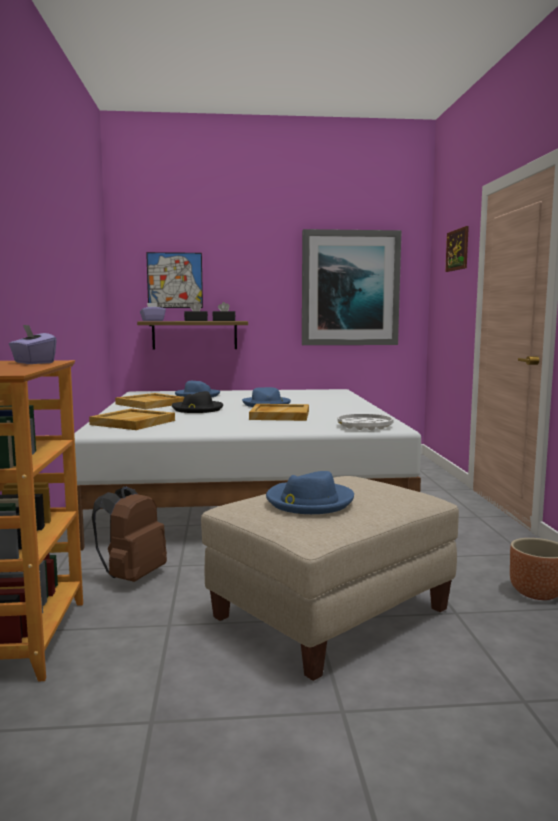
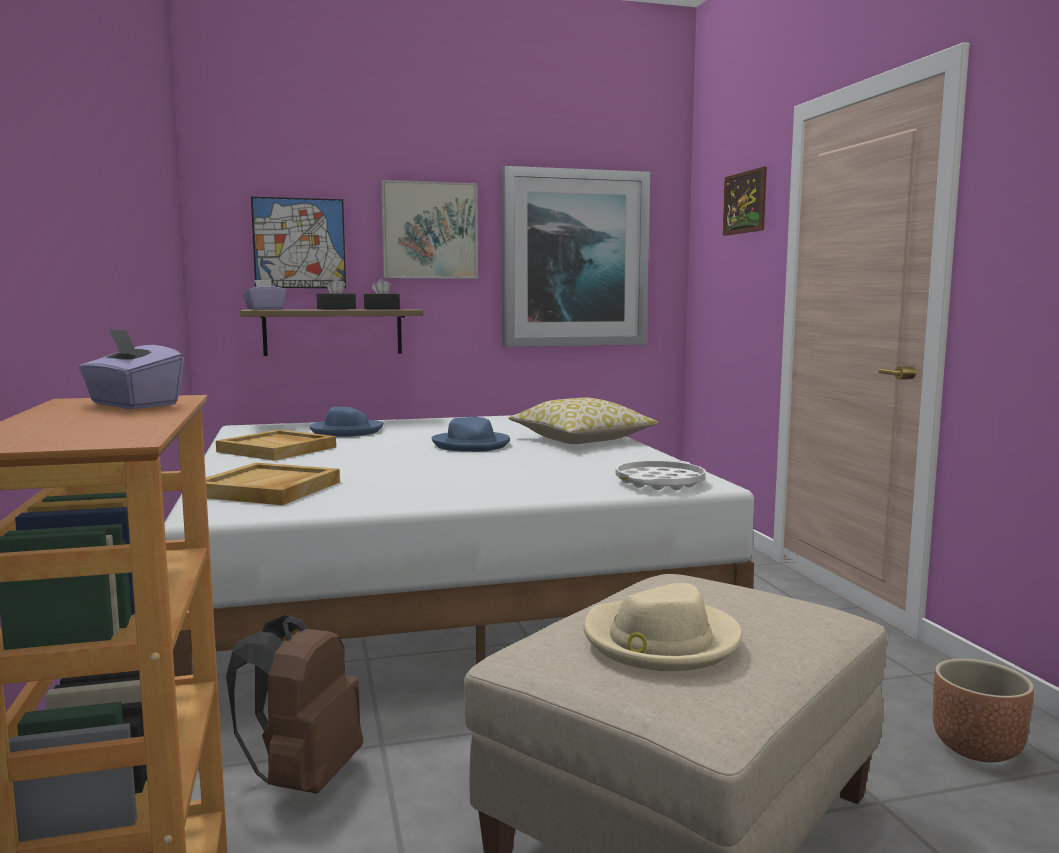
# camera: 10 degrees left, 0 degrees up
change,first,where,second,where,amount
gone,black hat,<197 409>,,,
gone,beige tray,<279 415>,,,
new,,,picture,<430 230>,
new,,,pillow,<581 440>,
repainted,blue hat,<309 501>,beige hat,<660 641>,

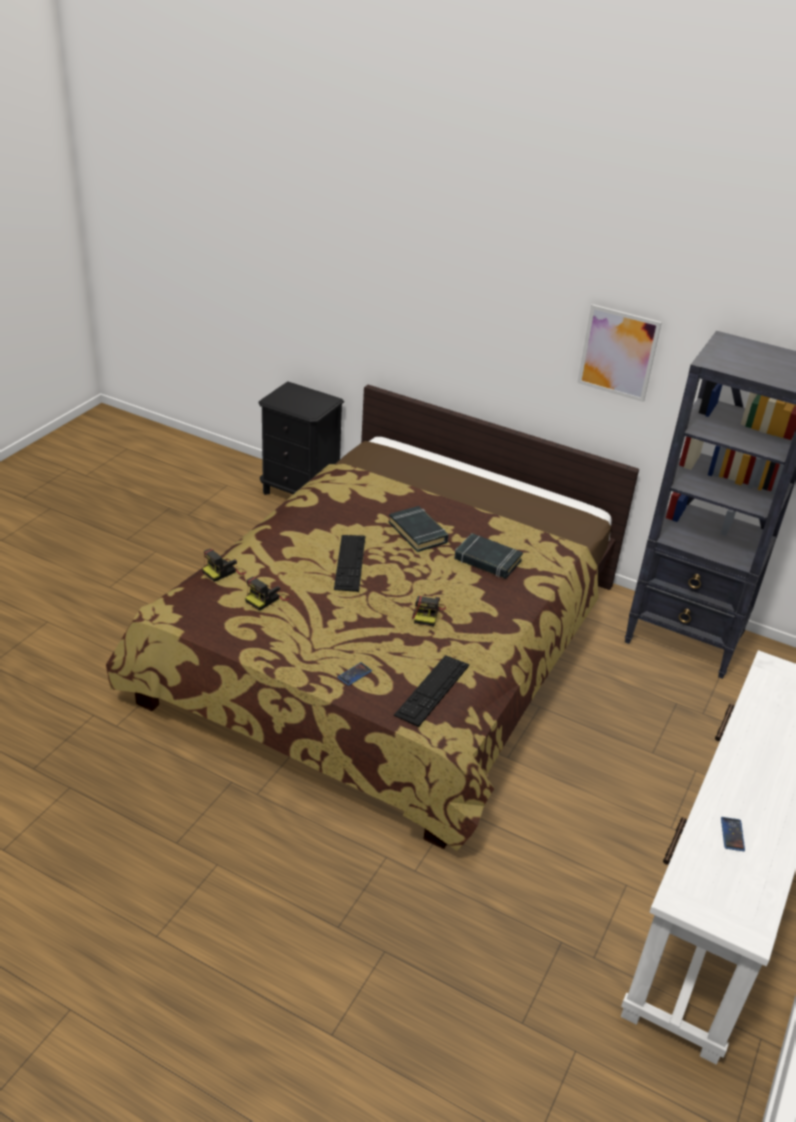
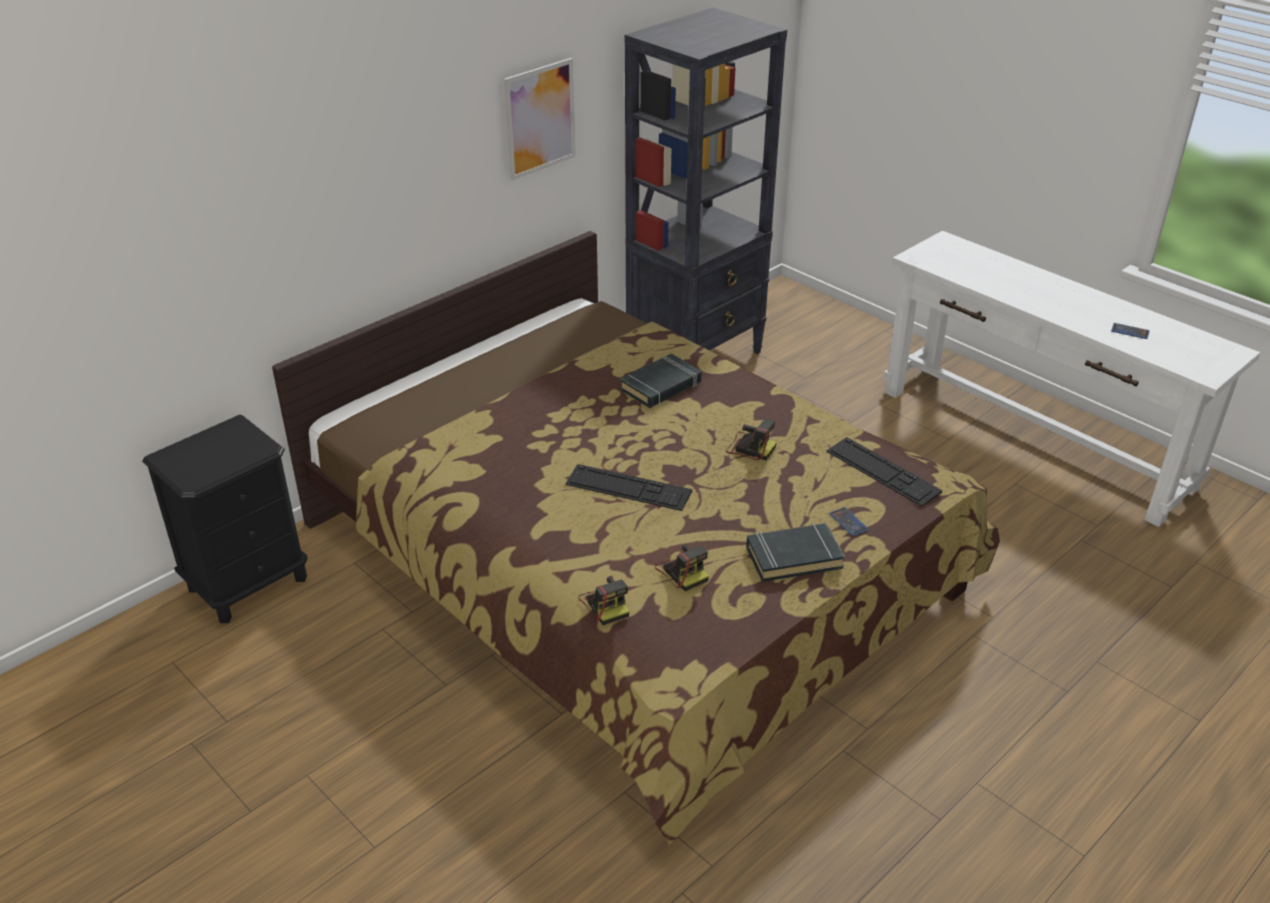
# camera: 70 degrees left, 0 degrees up
change,first,where,second,where,amount
shifted,black book,<418 532>,,<793 557>,

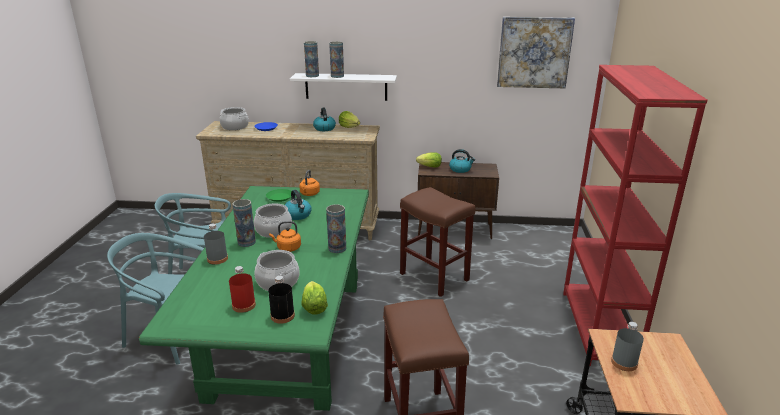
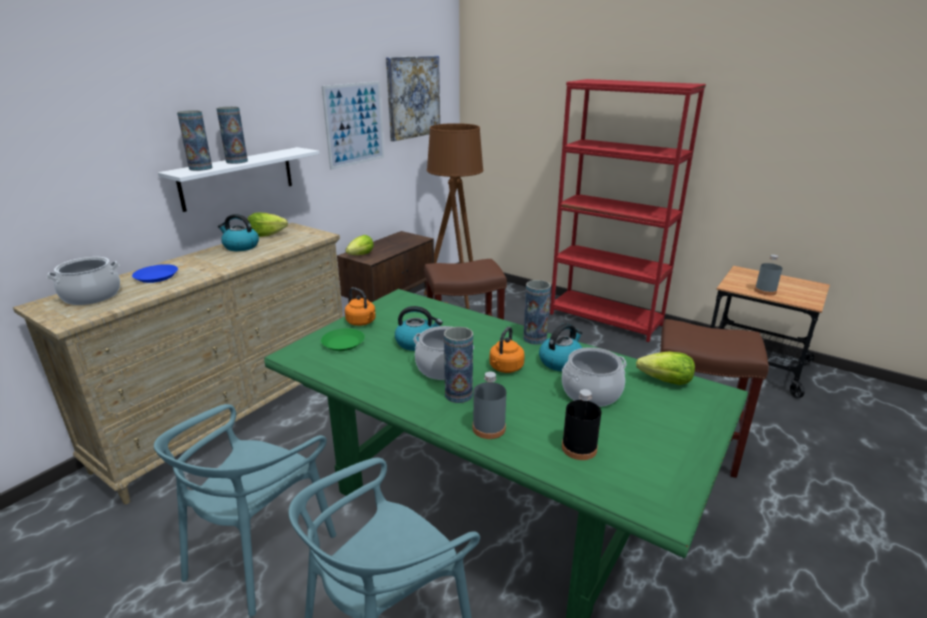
# camera: 60 degrees left, 0 degrees up
change,first,where,second,where,amount
gone,red bottle,<244 305>,,,
new,,,picture,<354 124>,
new,,,brown floor lamp,<455 296>,
shifted,black bottle,<282 316>,,<579 448>,
shifted,kettle,<460 169>,,<561 361>,

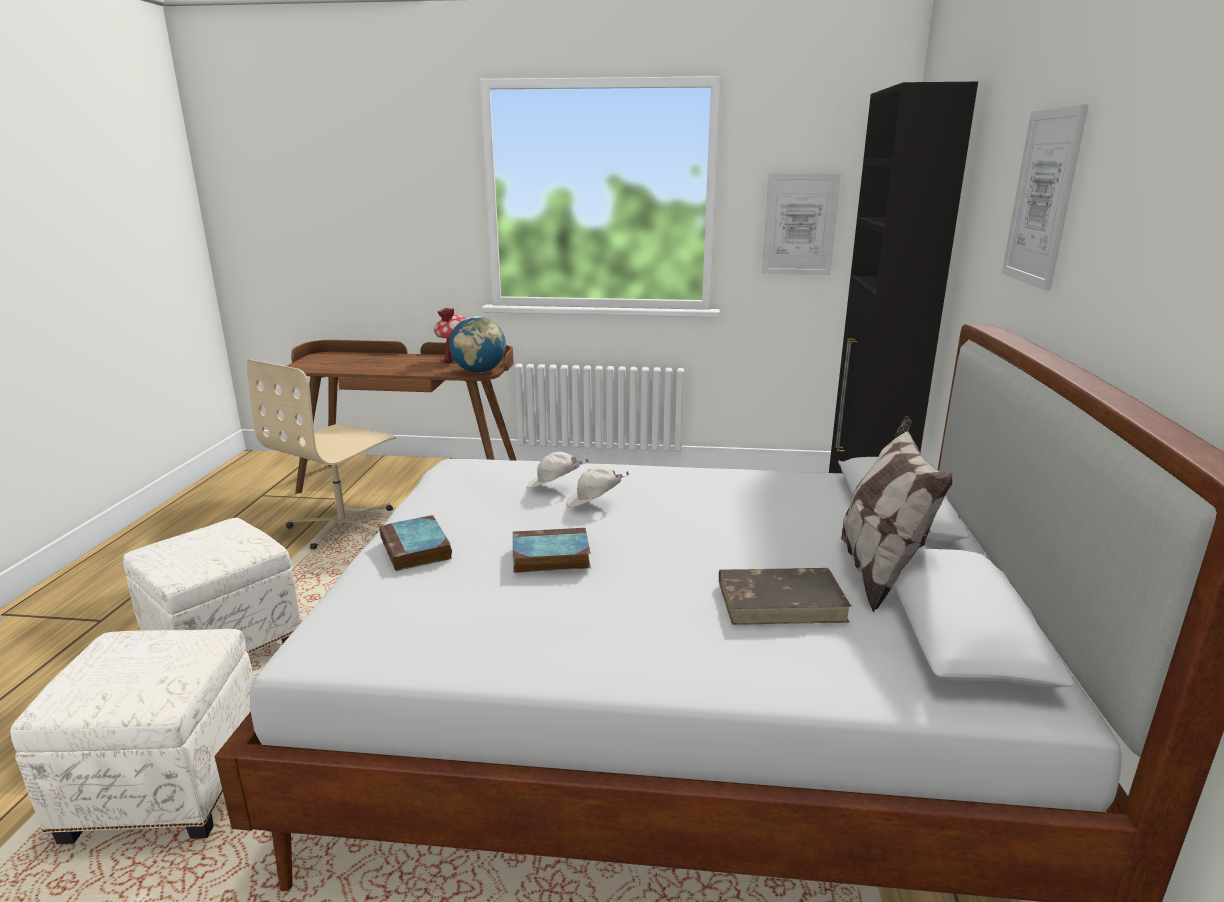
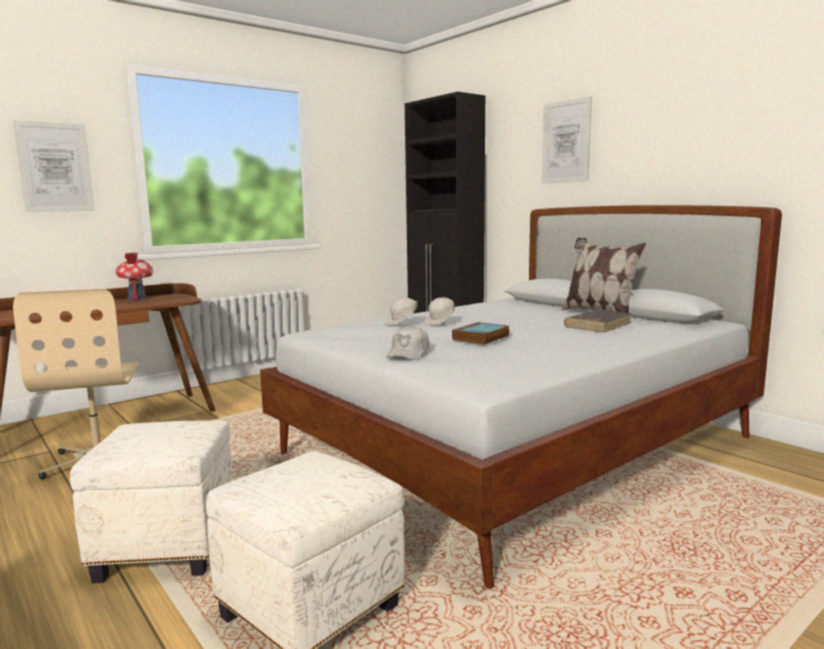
# camera: 45 degrees left, 10 degrees down
change,first,where,second,where,amount
gone,globe,<479 371>,,,
shifted,picture,<800 225>,,<55 167>,
swapped,book,<416 549>,white cap,<408 353>,

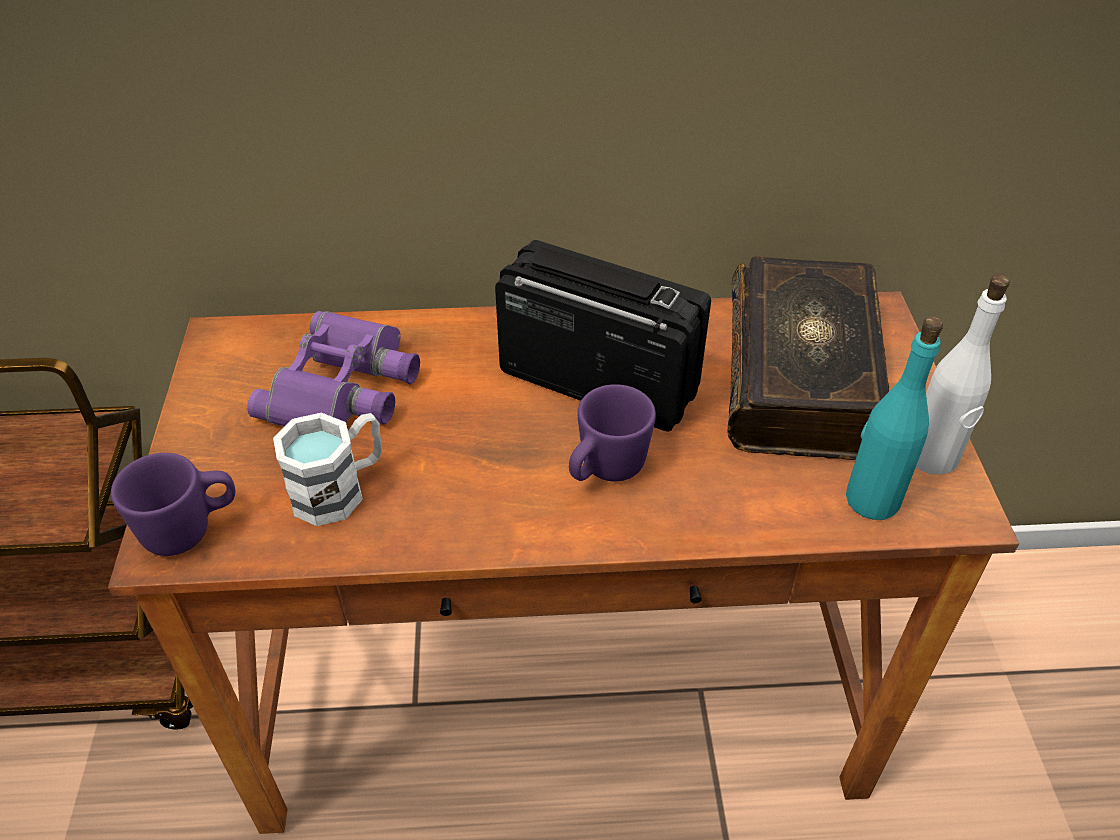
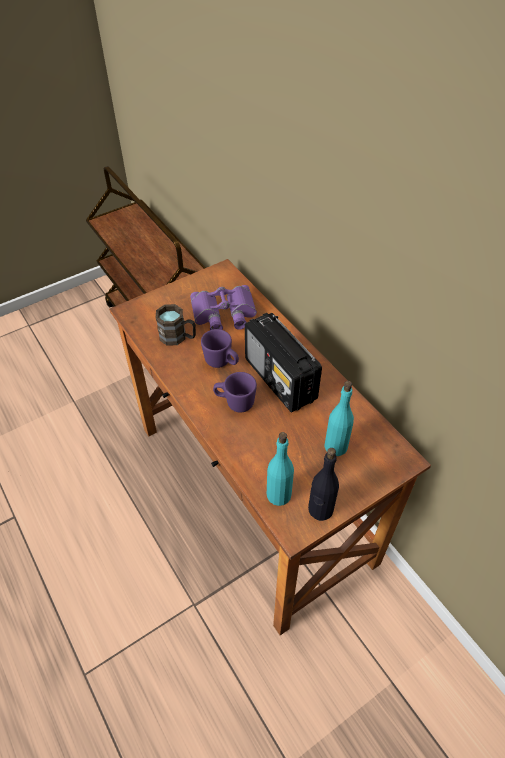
# camera: 60 degrees right, 5 degrees up
change,first,where,second,where,amount
shifted,purple mug,<190 529>,,<221 362>,
swapped,book,<802 377>,turquoise bottle,<335 446>,
repainted,white mug,<340 488>,brown mug,<178 337>,
repainted,white bottle,<932 457>,black bottle,<320 509>,
rotated,radio,<596 381>,,<280 380>,150 degrees clockwise

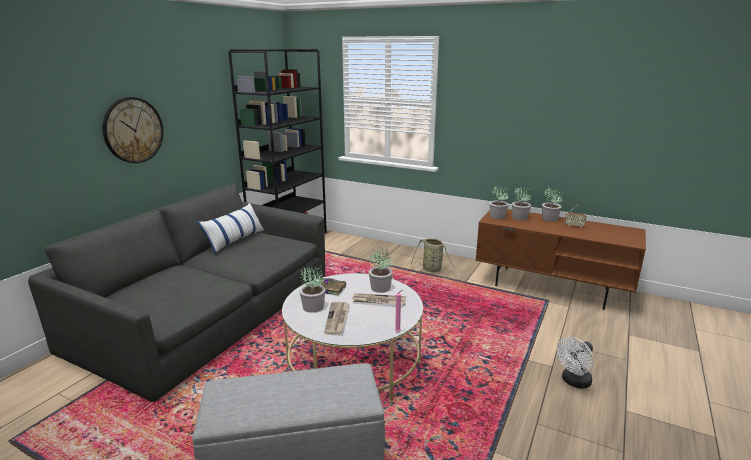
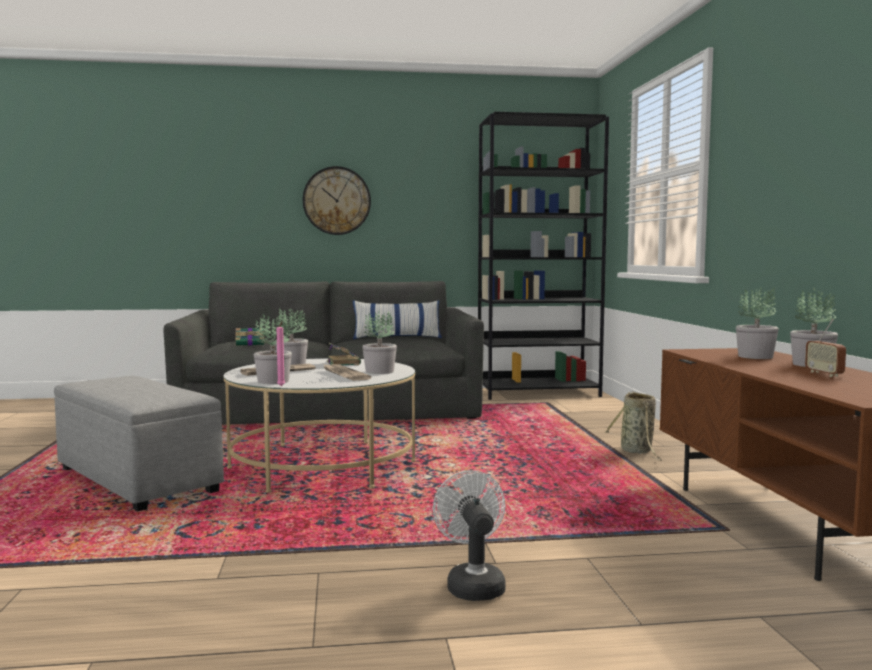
# camera: 55 degrees right, 15 degrees down
change,first,where,second,where,amount
new,,,book,<251 344>,
shifted,potted plant,<497 216>,,<272 381>,
rotated,white fan,<573 382>,,<472 584>,60 degrees clockwise

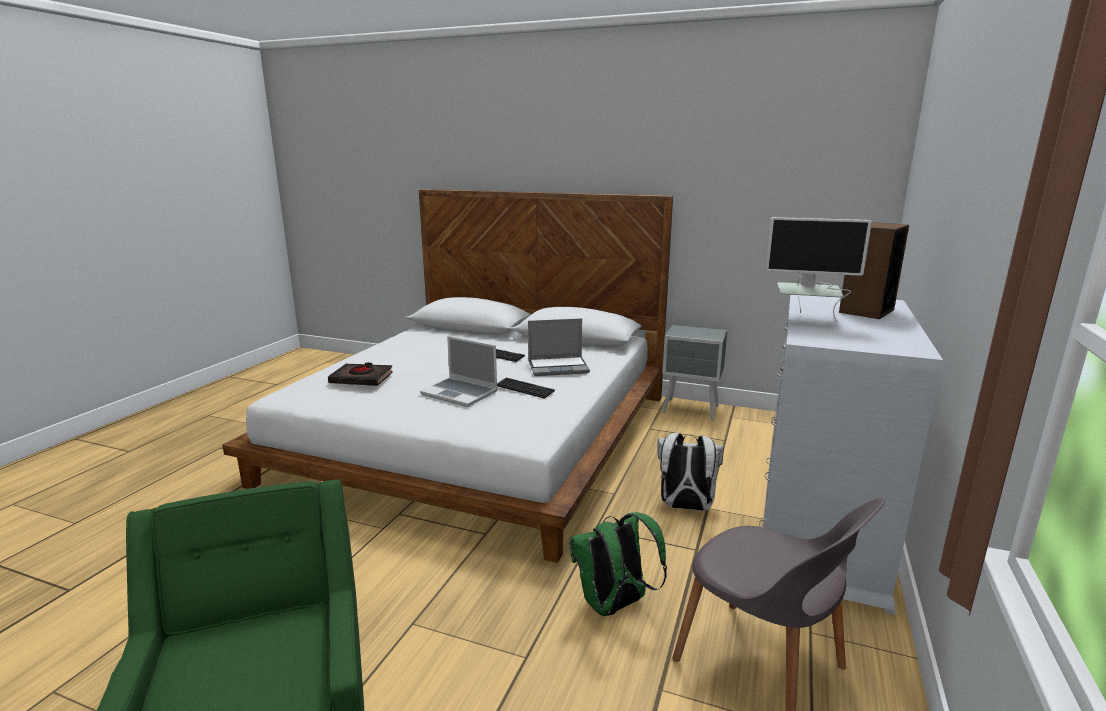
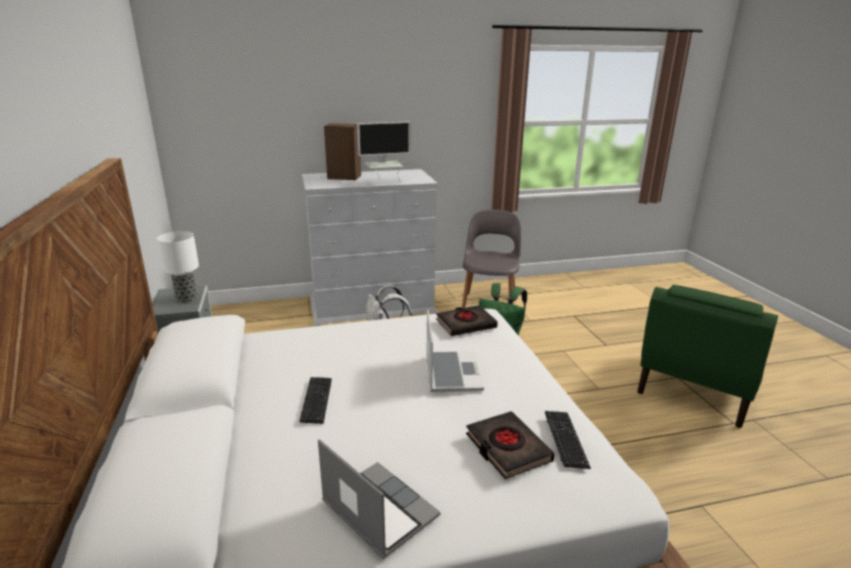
# camera: 125 degrees left, 5 degrees up
change,first,where,second,where,amount
new,,,table lamp,<187 299>,
new,,,black book,<466 324>,
shifted,keyboard,<524 389>,,<565 440>,
shifted,laptop,<559 367>,,<377 510>,
rotated,monitor,<806 320>,,<384 183>,90 degrees clockwise

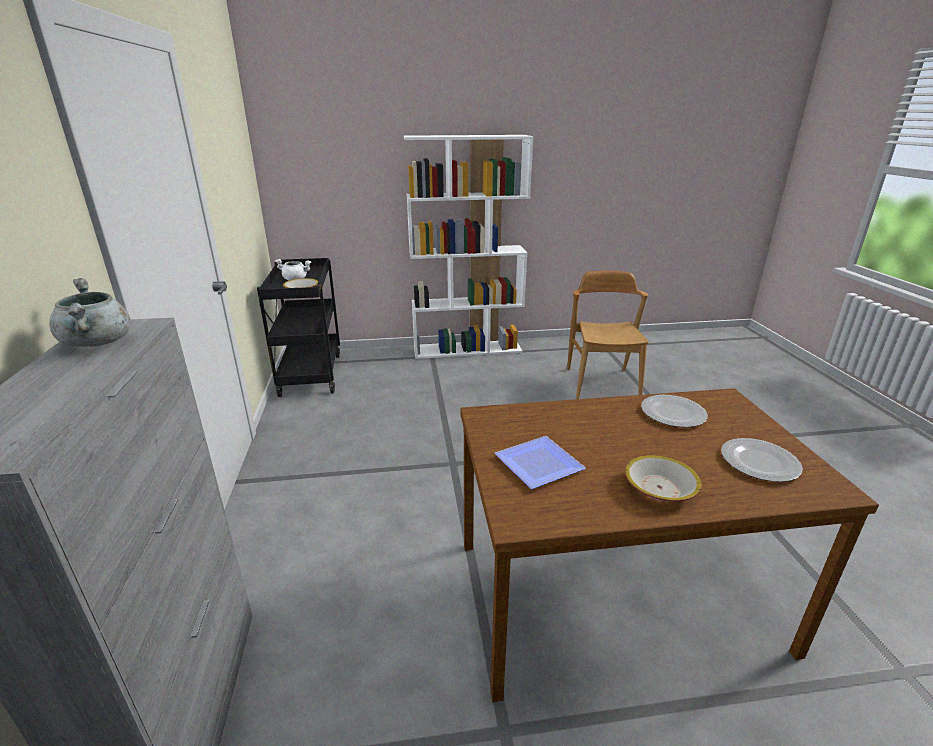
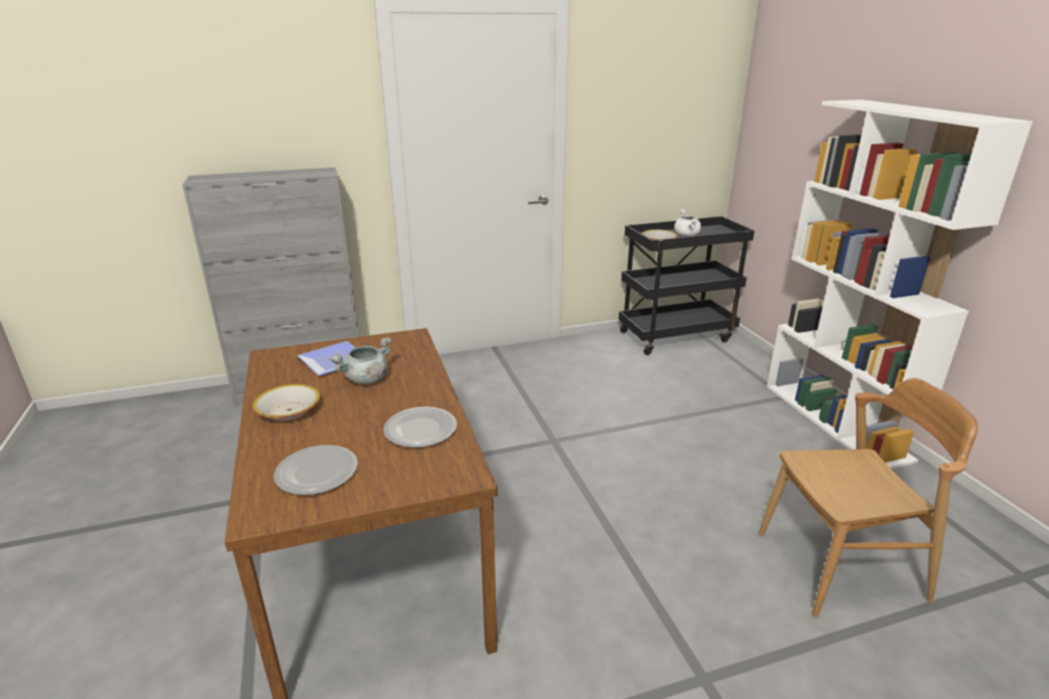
# camera: 80 degrees right, 0 degrees up
change,first,where,second,where,amount
shifted,grey cooking pot,<99 343>,,<366 379>,

